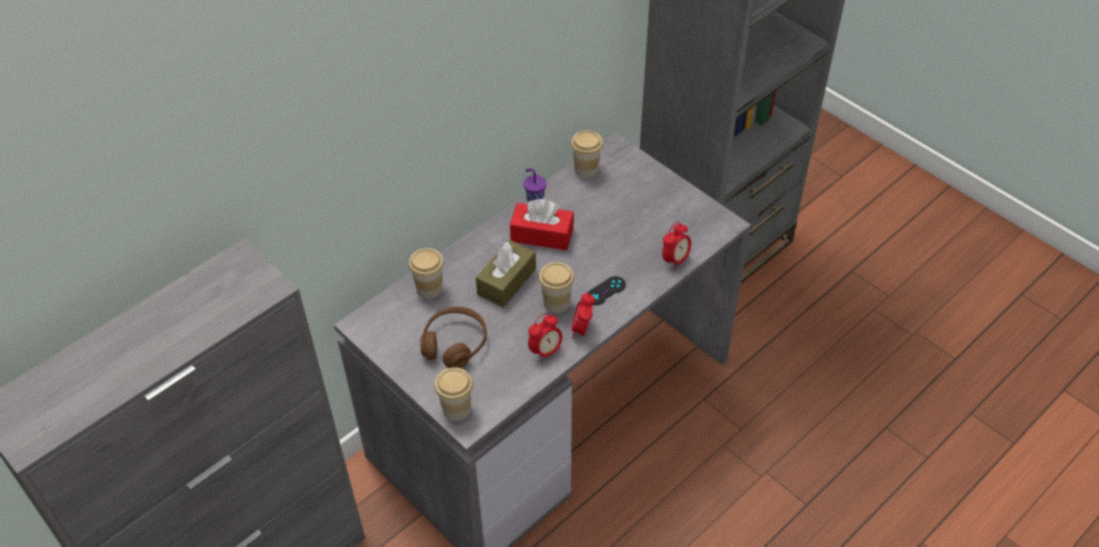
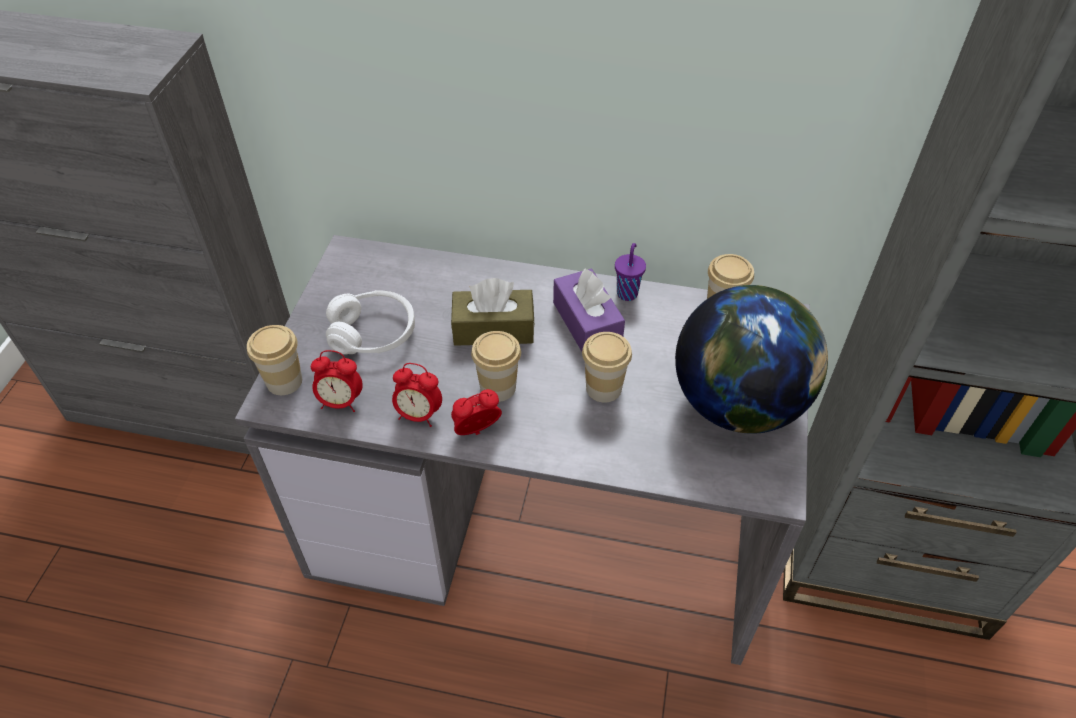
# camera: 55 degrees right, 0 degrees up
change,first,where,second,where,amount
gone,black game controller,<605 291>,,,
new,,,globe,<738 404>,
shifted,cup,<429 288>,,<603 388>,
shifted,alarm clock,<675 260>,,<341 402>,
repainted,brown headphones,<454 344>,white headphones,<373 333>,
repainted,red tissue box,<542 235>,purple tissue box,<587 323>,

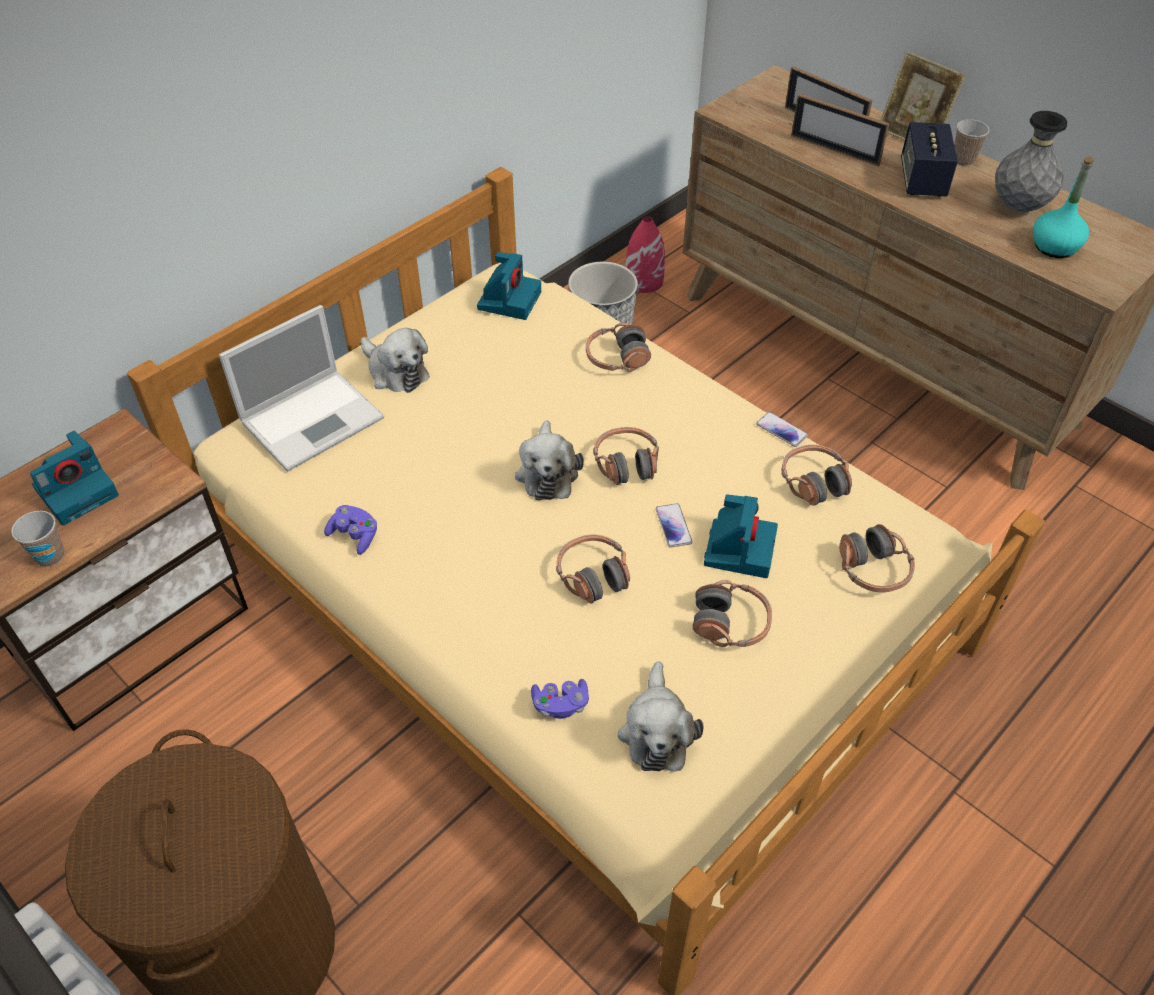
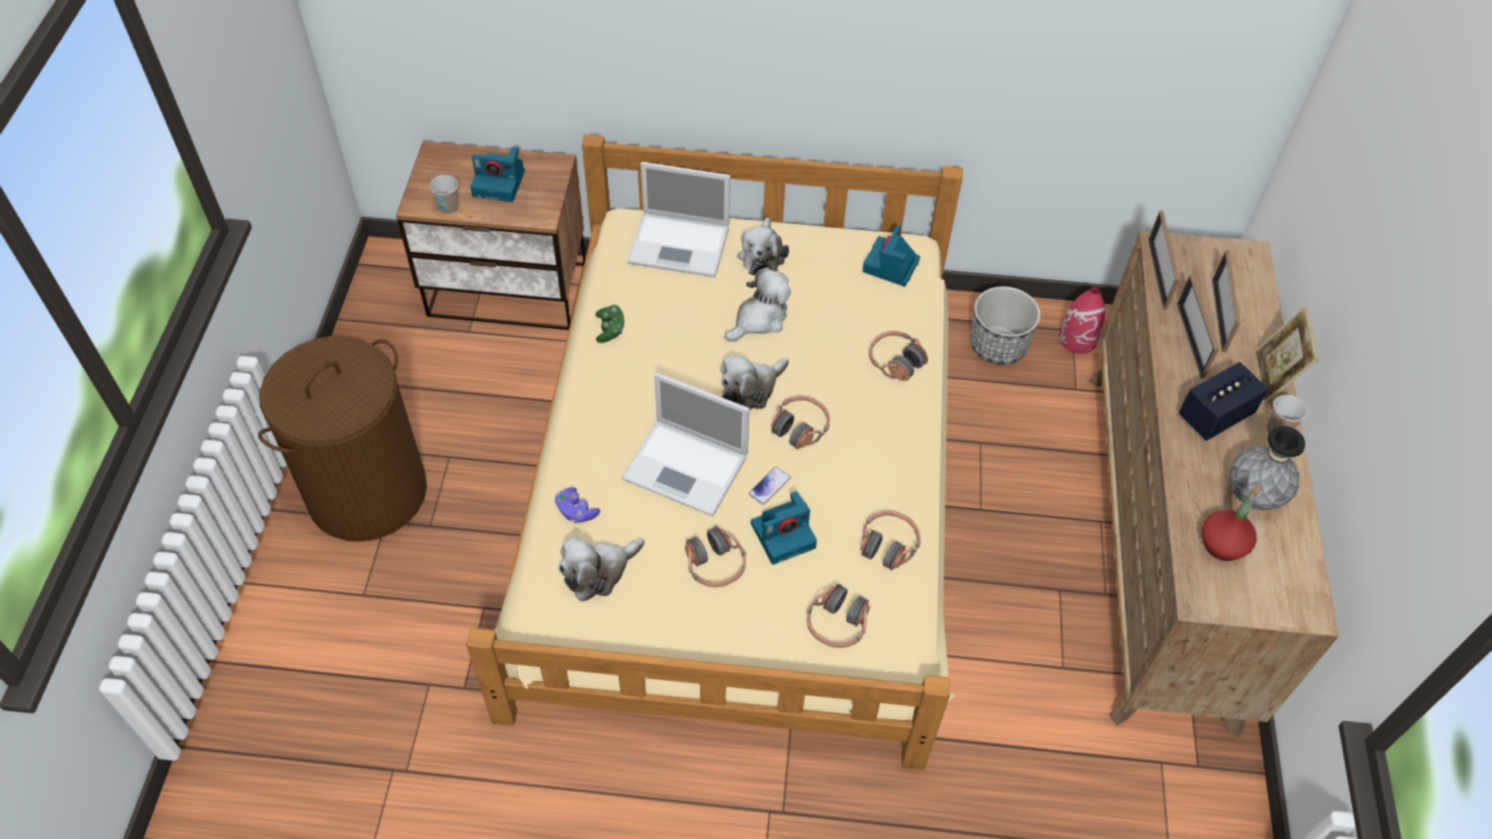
# camera: 50 degrees right, 5 degrees up
change,first,where,second,where,amount
gone,phone,<781 430>,,,
new,,,plush toy,<759 319>,
new,,,picture frame,<1157 274>,
swapped,headphones,<593 576>,laptop,<687 468>,
repainted,purple game controller,<354 535>,green game controller,<610 329>,
repainted,turquoise bottle,<1054 247>,red bottle,<1222 544>,
rotated,photo camera,<509 299>,,<891 266>,135 degrees clockwise

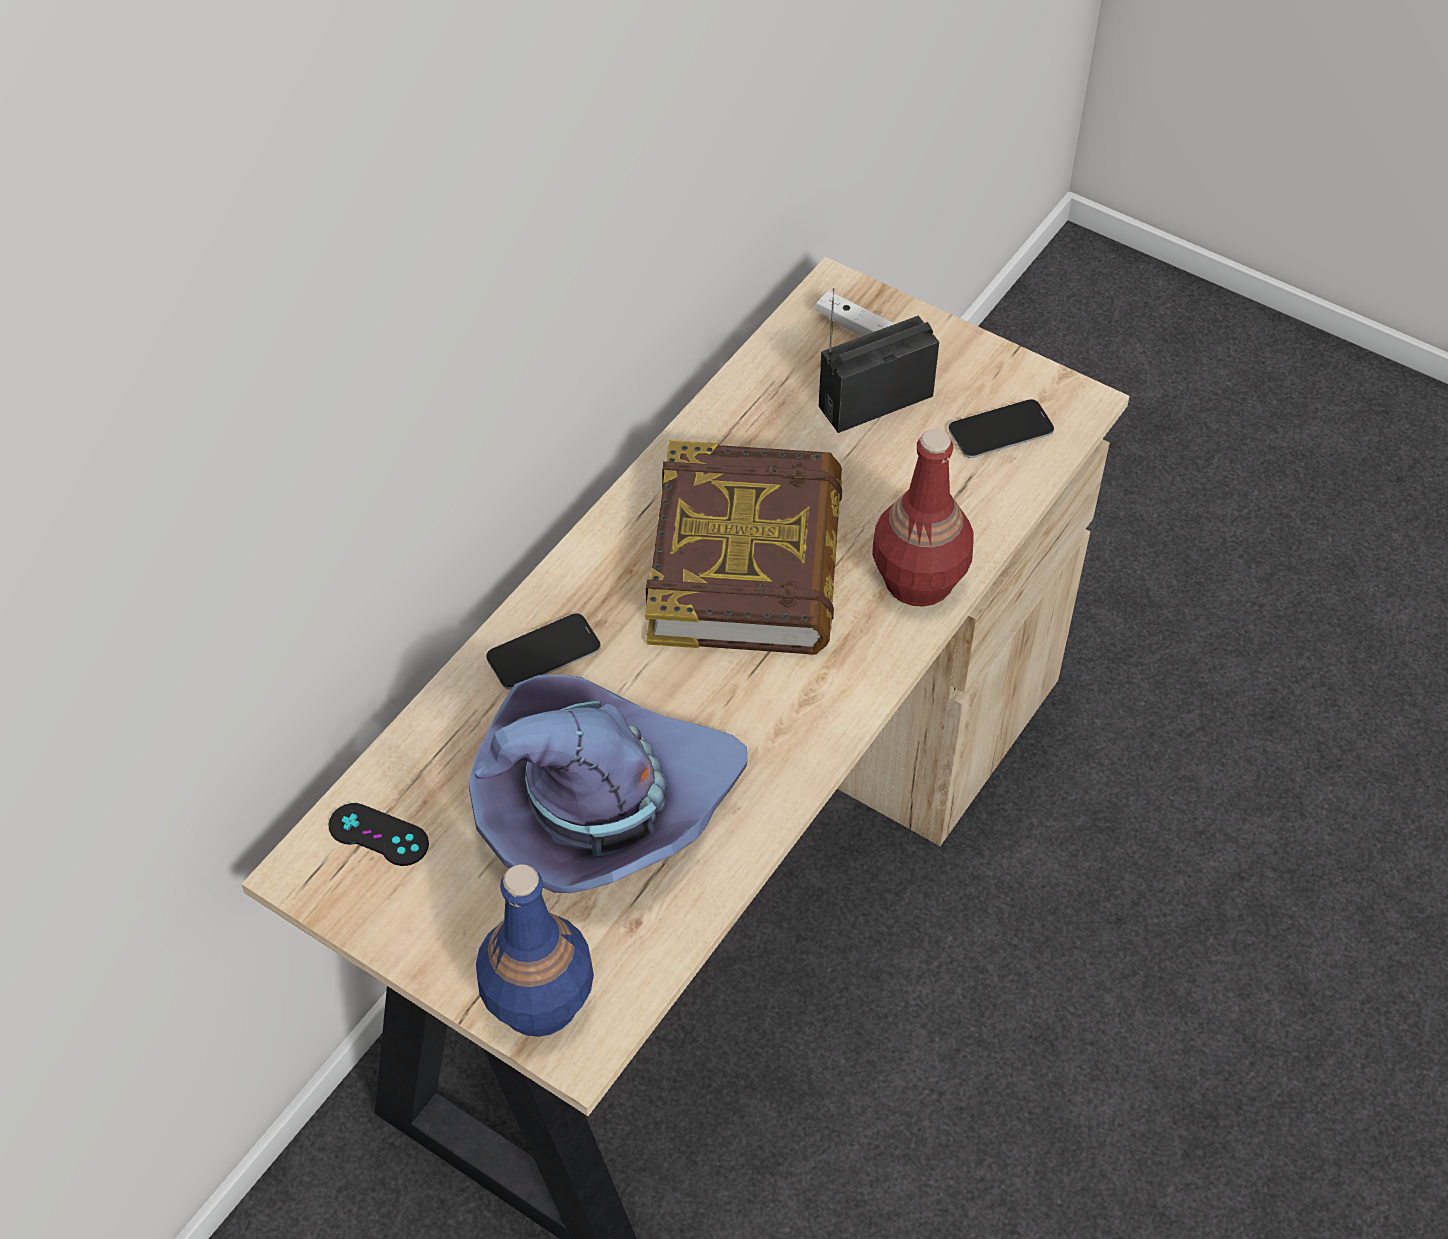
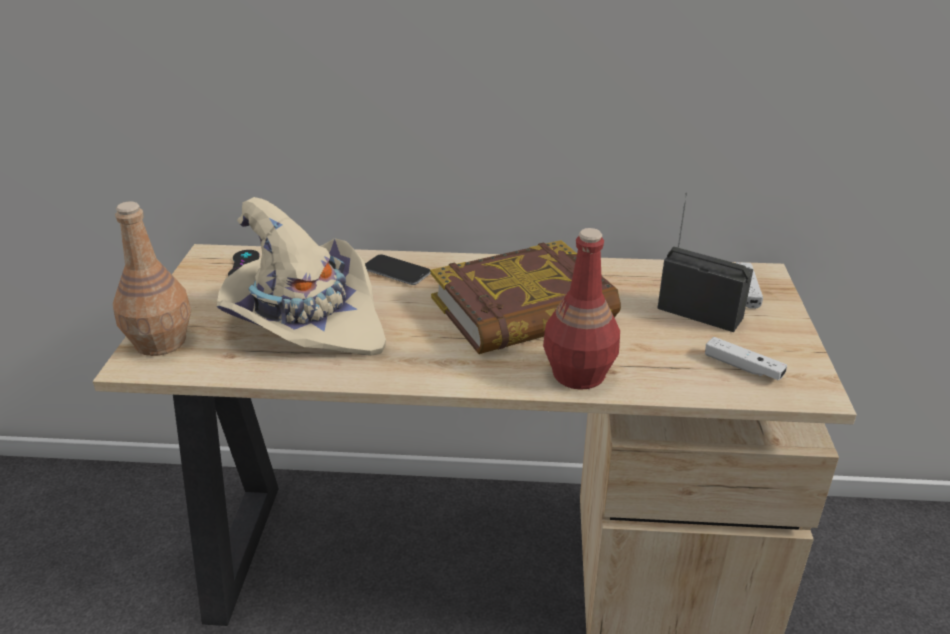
# camera: 60 degrees right, 20 degrees down
change,first,where,second,where,amount
swapped,phone,<1000 431>,white game controller,<743 367>,
repainted,purple hat,<602 807>,beige hat,<306 320>,
repainted,blue bottle,<538 1000>,brown bottle,<161 341>,

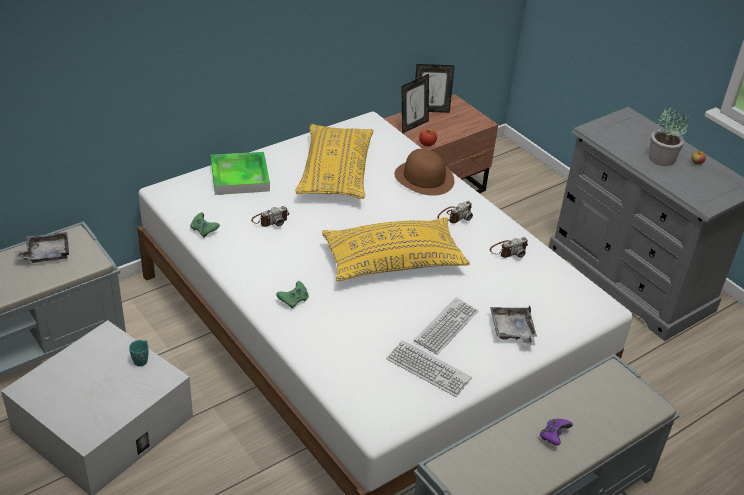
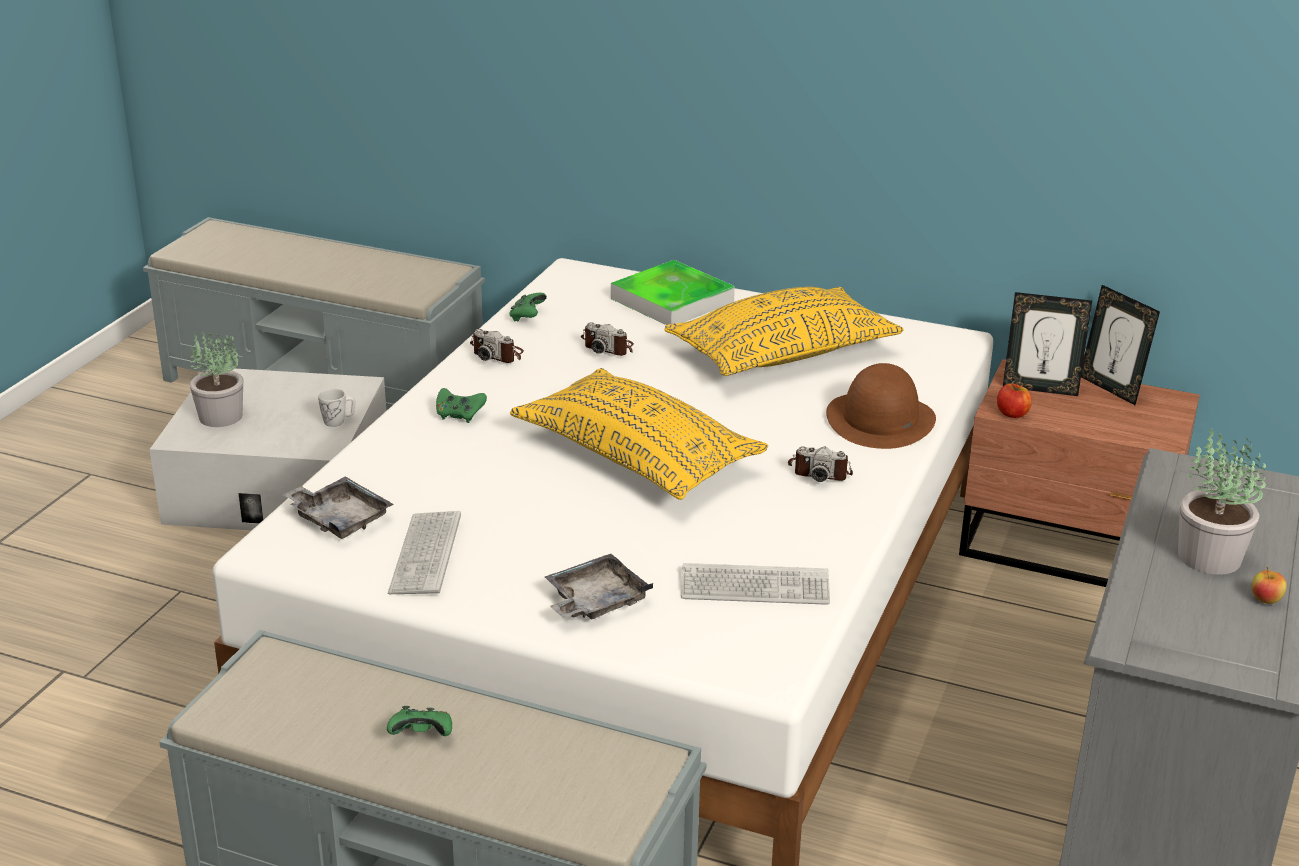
# camera: 60 degrees right, 10 degrees down
change,first,where,second,where,amount
new,,,potted plant,<221 417>,
shifted,grey tray,<46 254>,,<339 518>,
shifted,keyboard,<446 326>,,<755 587>,
shifted,photo camera,<508 250>,,<498 354>,
repainted,turquoise mug,<142 359>,white mug,<338 421>,
repainted,purple game controller,<553 436>,green game controller,<422 735>,

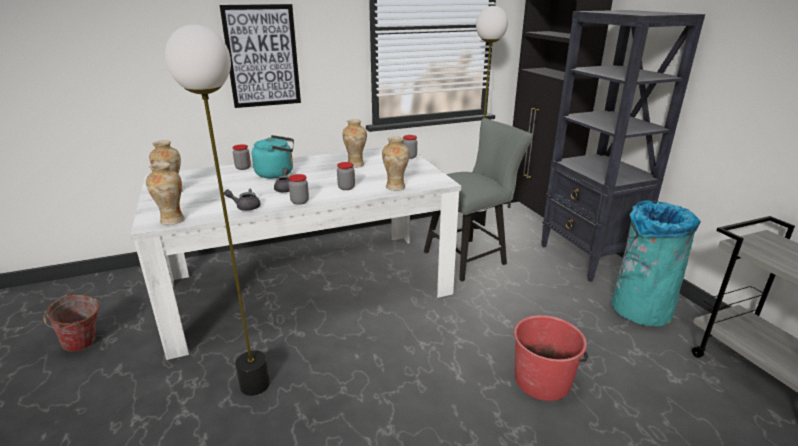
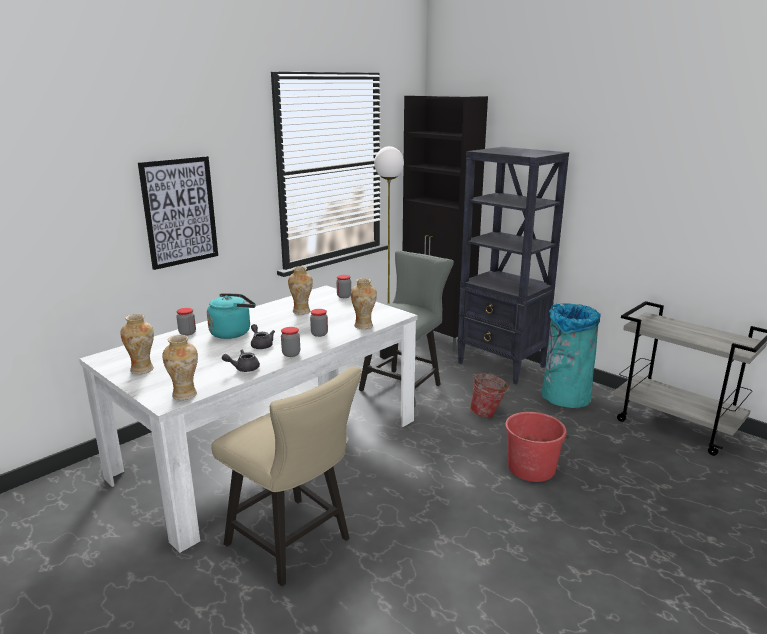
# camera: 25 degrees left, 5 degrees down
change,first,where,second,where,amount
shifted,bucket,<83 345>,,<488 414>,
swapped,floor lamp,<254 385>,beige chair,<294 545>,

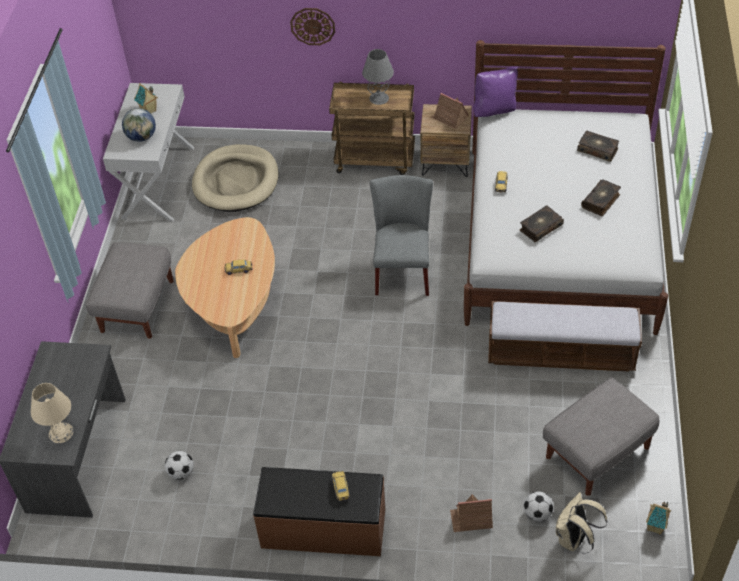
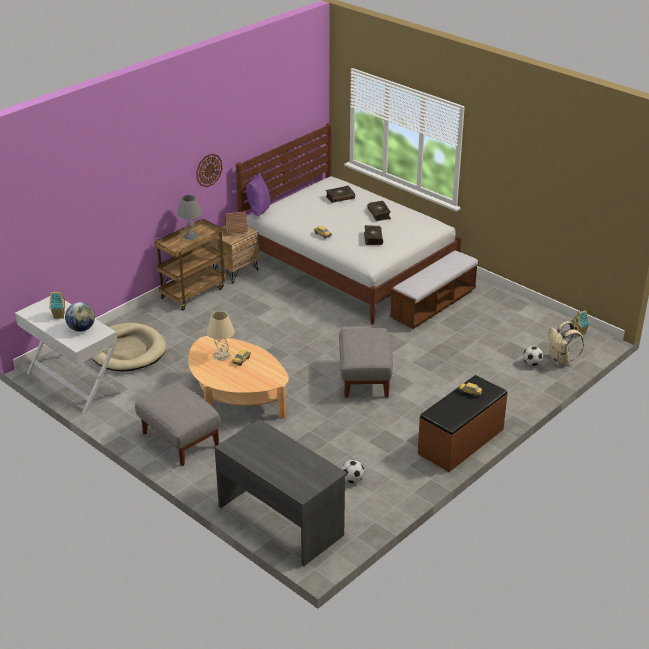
# camera: 55 degrees left, 15 degrees down
change,first,where,second,where,amount
gone,grey chair,<402 269>,,,
gone,toy house,<471 519>,,,
shifted,beige table lamp,<61 433>,,<222 355>,
shifted,wall clock,<312 26>,,<208 170>,
shifted,grey ottoman,<597 452>,,<364 378>,

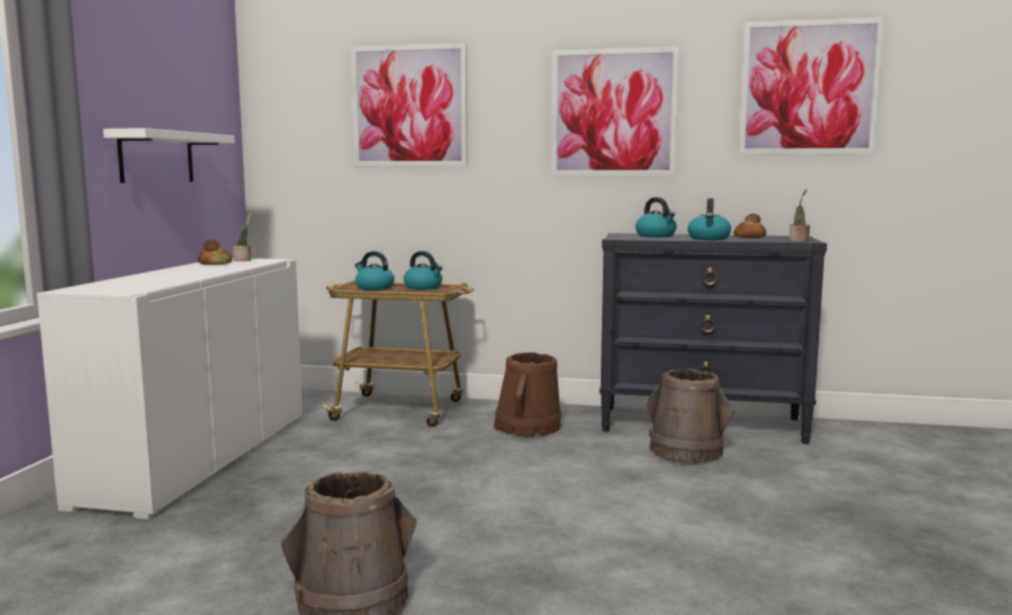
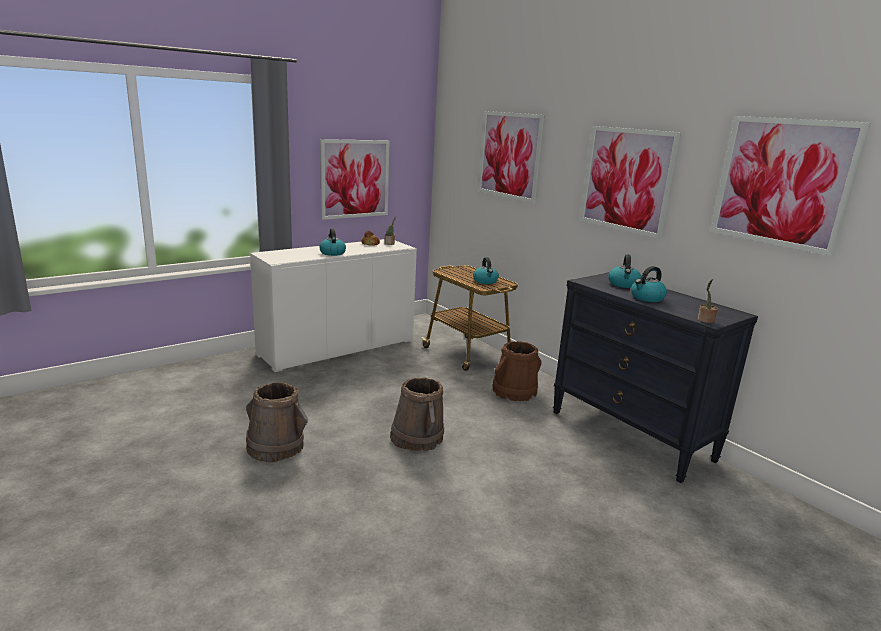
# camera: 40 degrees right, 10 degrees up
change,first,where,second,where,amount
gone,bread,<749 237>,,,
shifted,kettle,<374 288>,,<332 253>,
shifted,brown bucket,<686 452>,,<417 438>,
swapped,white shelf,<157 157>,picture,<355 179>,

